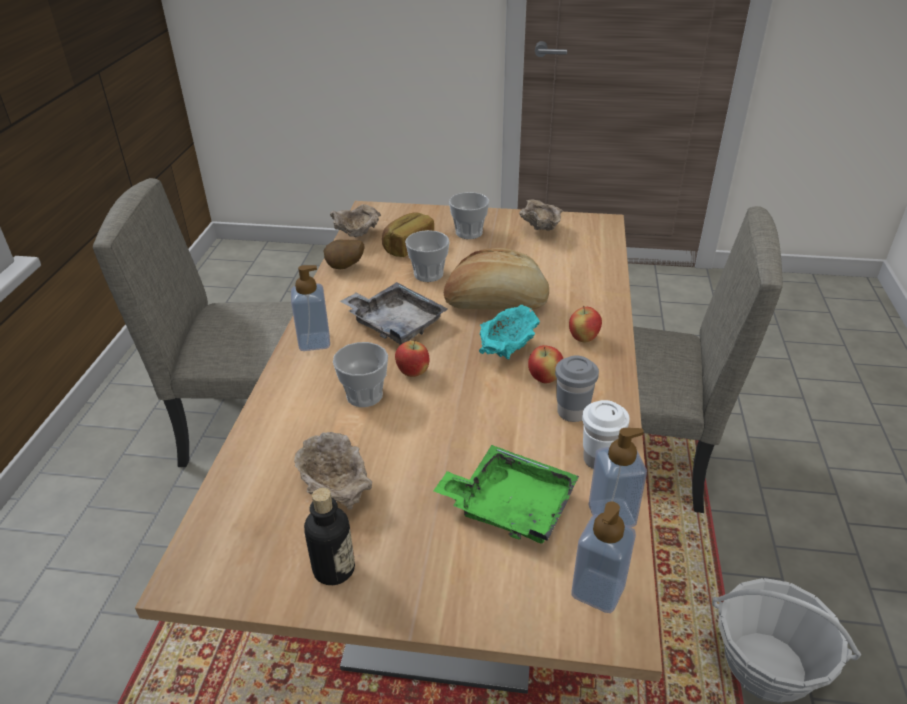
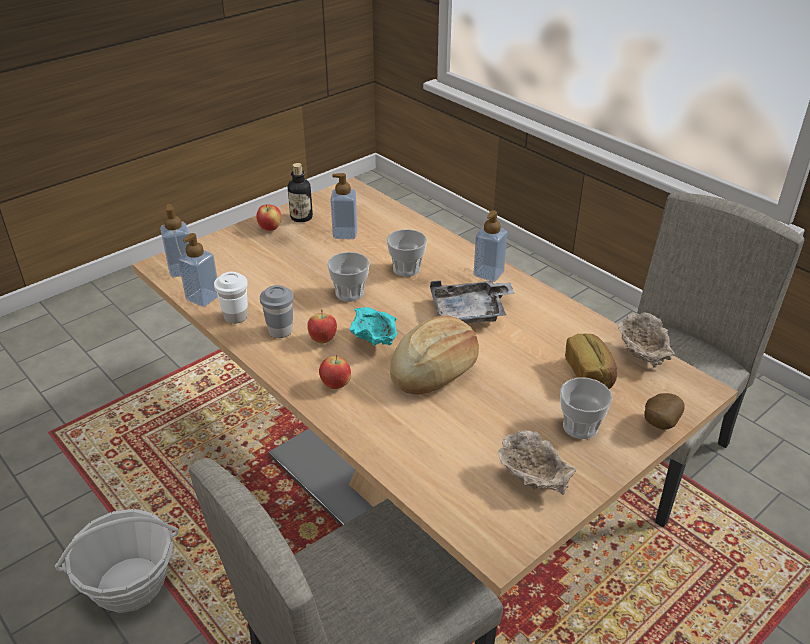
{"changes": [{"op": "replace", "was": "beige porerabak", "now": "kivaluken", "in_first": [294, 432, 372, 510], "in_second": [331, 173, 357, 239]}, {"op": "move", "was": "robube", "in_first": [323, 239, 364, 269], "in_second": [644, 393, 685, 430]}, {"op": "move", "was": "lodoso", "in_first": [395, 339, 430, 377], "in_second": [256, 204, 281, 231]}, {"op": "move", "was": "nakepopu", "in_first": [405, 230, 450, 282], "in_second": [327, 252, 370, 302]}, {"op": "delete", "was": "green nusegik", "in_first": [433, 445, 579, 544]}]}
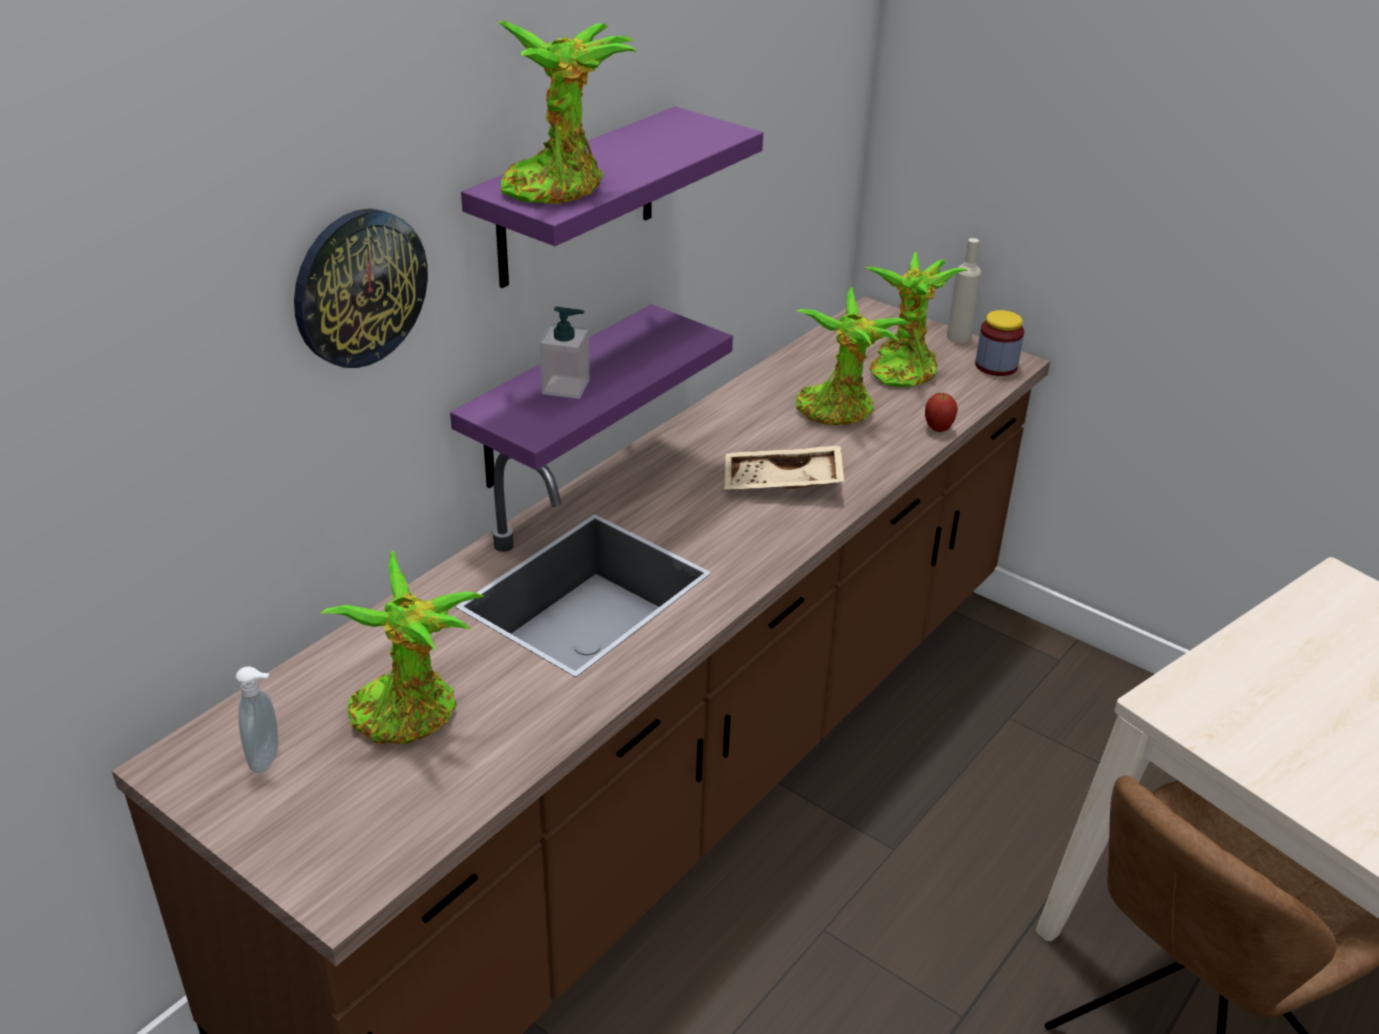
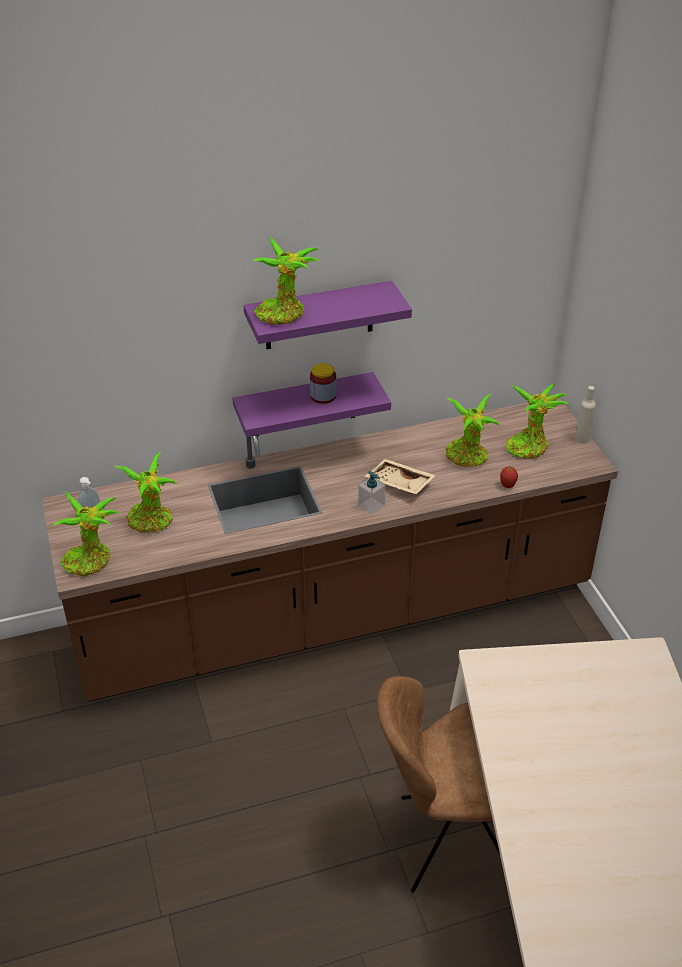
{"changes": [{"op": "delete", "was": "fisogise", "in_first": [294, 209, 428, 368]}, {"op": "move", "was": "kivaluken", "in_first": [539, 306, 590, 399], "in_second": [358, 471, 386, 515]}, {"op": "move", "was": "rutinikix", "in_first": [975, 310, 1024, 376], "in_second": [310, 363, 336, 404]}, {"op": "insert", "now": "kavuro", "in_second": [54, 491, 120, 576]}]}
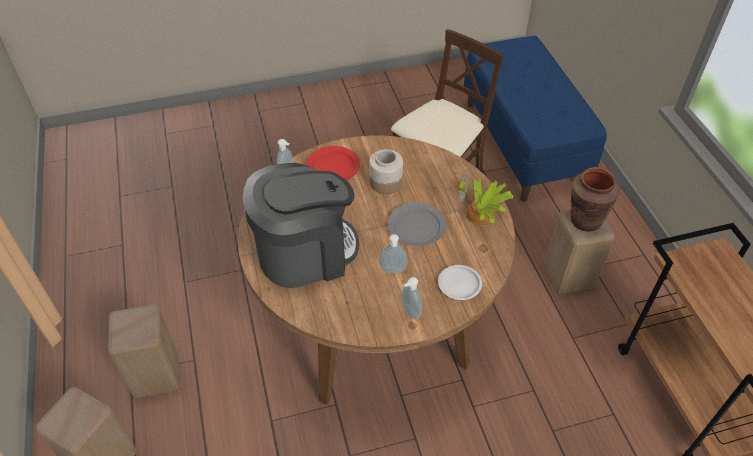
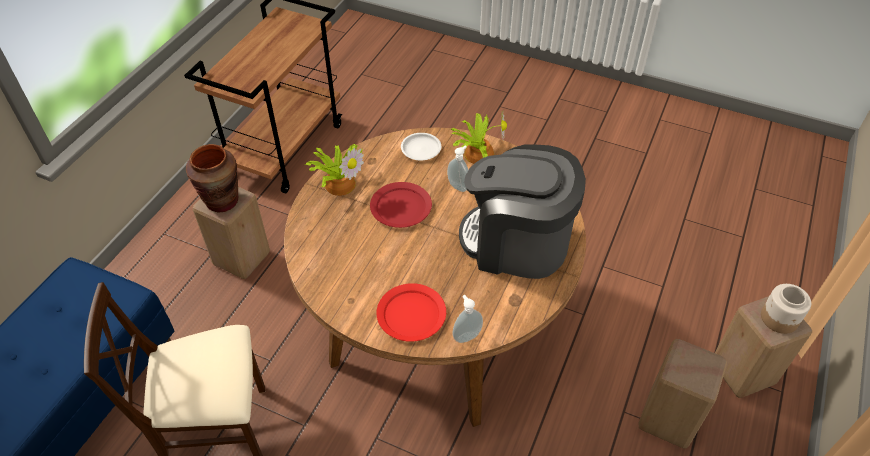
{"changes": [{"op": "move", "was": "rutinikix", "in_first": [369, 149, 403, 194], "in_second": [761, 284, 811, 334]}, {"op": "recolor", "was": "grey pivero", "now": "red pivero", "in_first": [388, 202, 446, 246], "in_second": [370, 182, 432, 228]}, {"op": "replace", "was": "kivaluken", "now": "kavuro", "in_first": [402, 277, 422, 319], "in_second": [451, 112, 507, 164]}]}
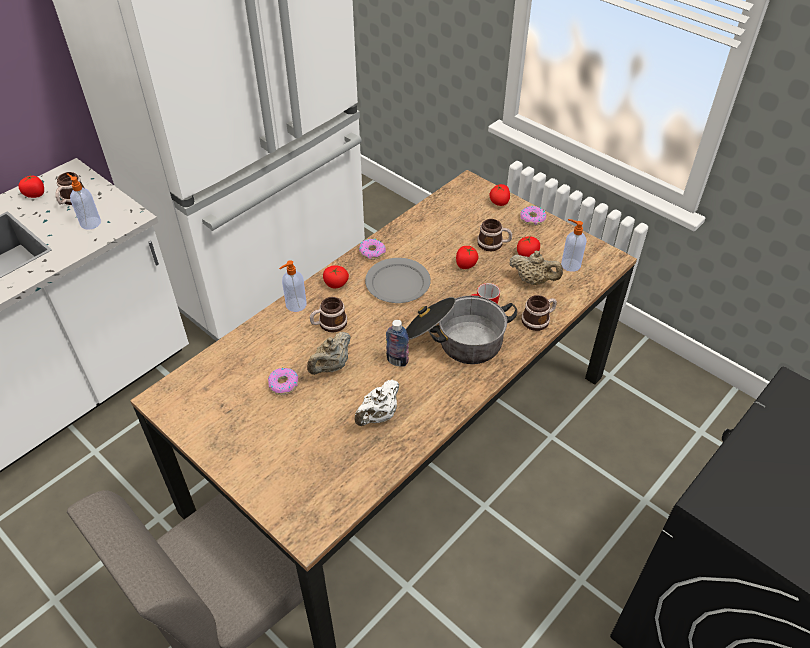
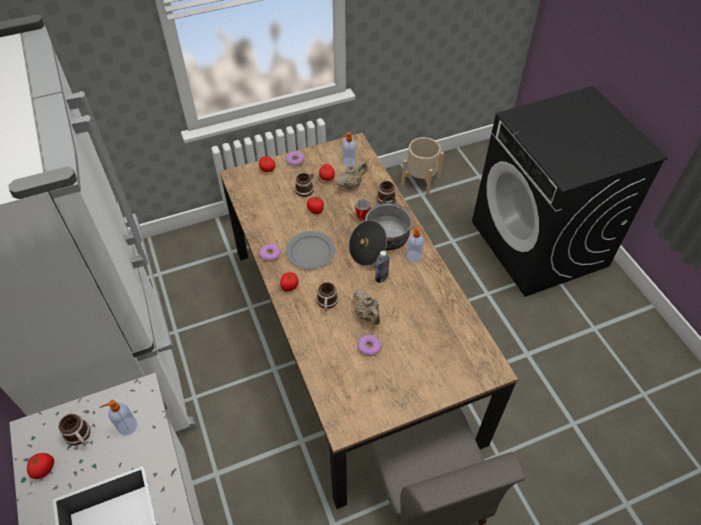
{"changes": [{"op": "move", "was": "kivaluken", "in_first": [279, 260, 307, 312], "in_second": [406, 227, 424, 262]}, {"op": "delete", "was": "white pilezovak", "in_first": [354, 380, 399, 426]}, {"op": "insert", "now": "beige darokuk", "in_second": [401, 137, 444, 195]}]}
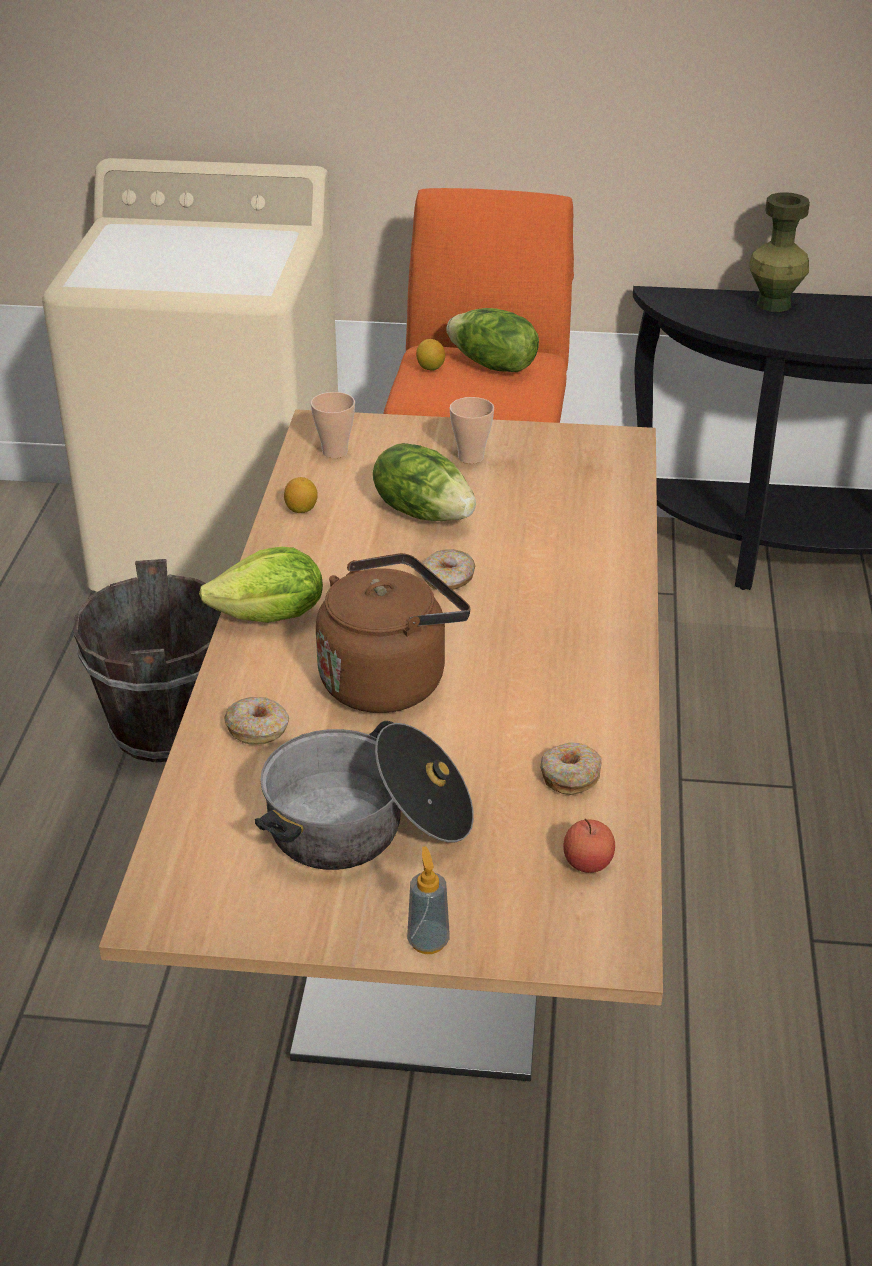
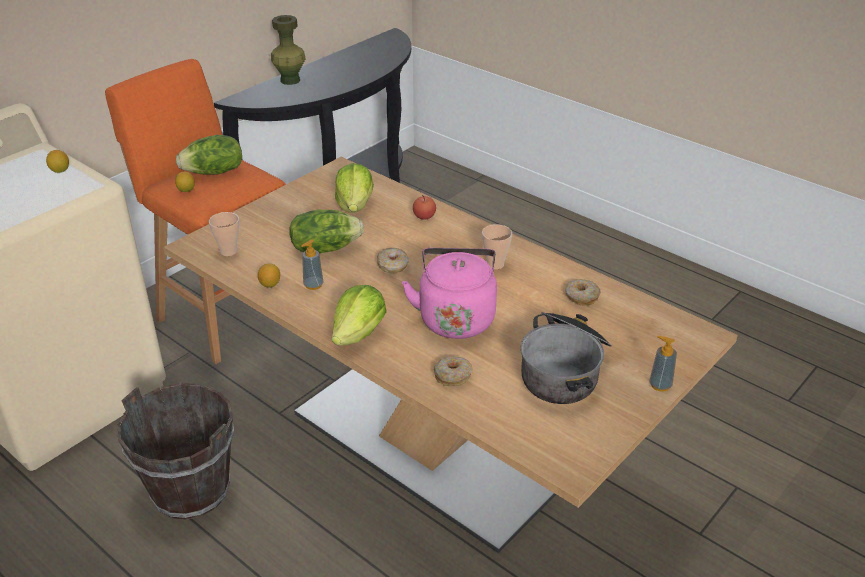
{"changes": [{"op": "recolor", "was": "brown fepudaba", "now": "pink fepudaba", "in_first": [316, 553, 470, 713], "in_second": [402, 248, 497, 339]}, {"op": "move", "was": "nakepopu", "in_first": [450, 397, 494, 464], "in_second": [482, 224, 512, 269]}, {"op": "move", "was": "lodoso", "in_first": [563, 819, 615, 873], "in_second": [413, 195, 436, 220]}, {"op": "insert", "now": "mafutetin", "in_second": [46, 150, 69, 173]}, {"op": "insert", "now": "kivaluken", "in_second": [301, 239, 323, 290]}, {"op": "insert", "now": "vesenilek", "in_second": [335, 163, 374, 213]}]}
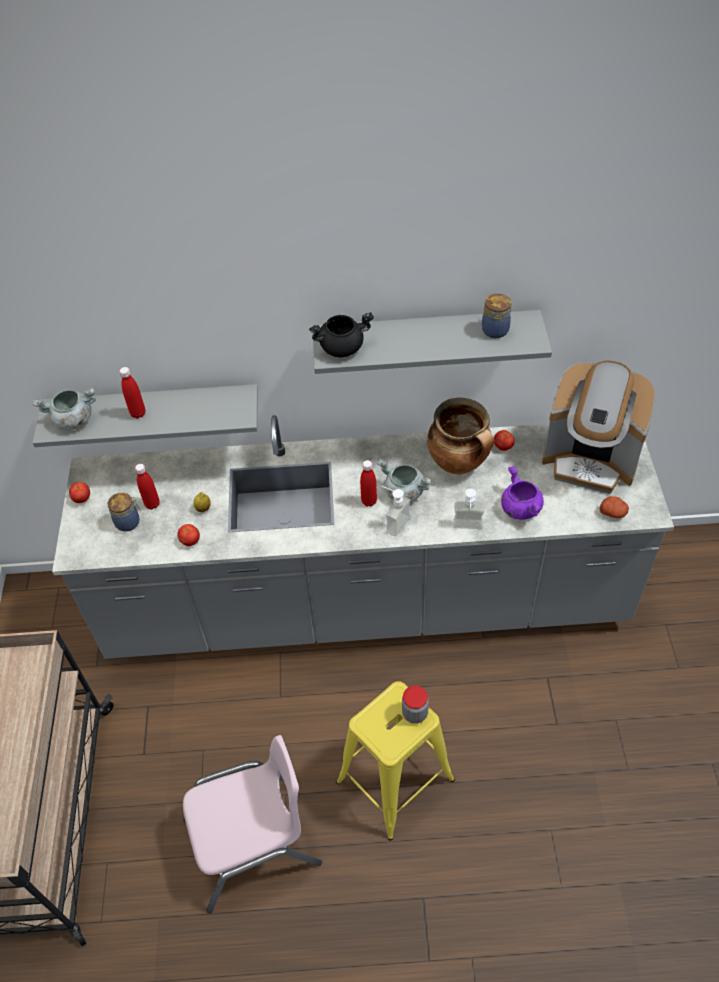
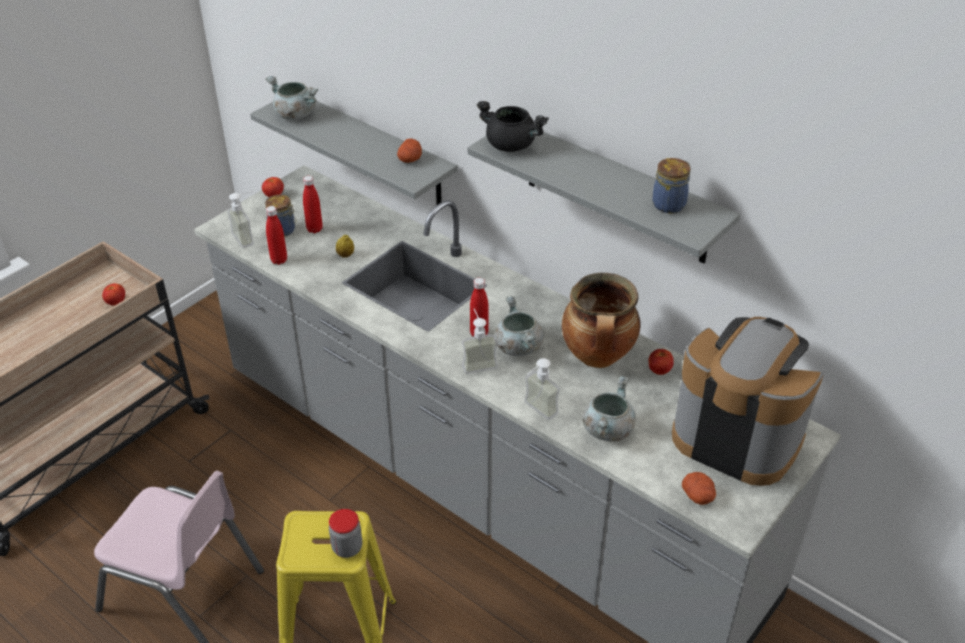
{"changes": [{"op": "move", "was": "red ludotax", "in_first": [119, 367, 146, 419], "in_second": [266, 206, 287, 265]}, {"op": "move", "was": "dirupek", "in_first": [177, 524, 200, 546], "in_second": [102, 283, 125, 306]}, {"op": "recolor", "was": "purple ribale", "now": "grey ribale", "in_first": [501, 466, 544, 520], "in_second": [583, 376, 636, 442]}, {"op": "rotate", "was": "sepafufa", "in_first": [542, 360, 656, 494], "in_second": [672, 317, 824, 486], "clockwise": 150}, {"op": "insert", "now": "kivaluken", "in_second": [227, 191, 254, 248]}, {"op": "insert", "now": "robube", "in_second": [397, 139, 422, 163]}]}
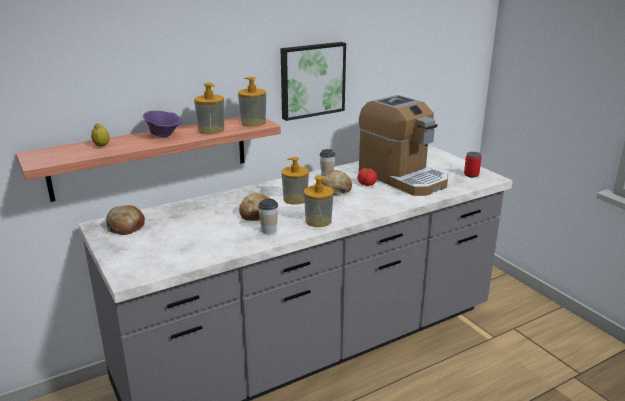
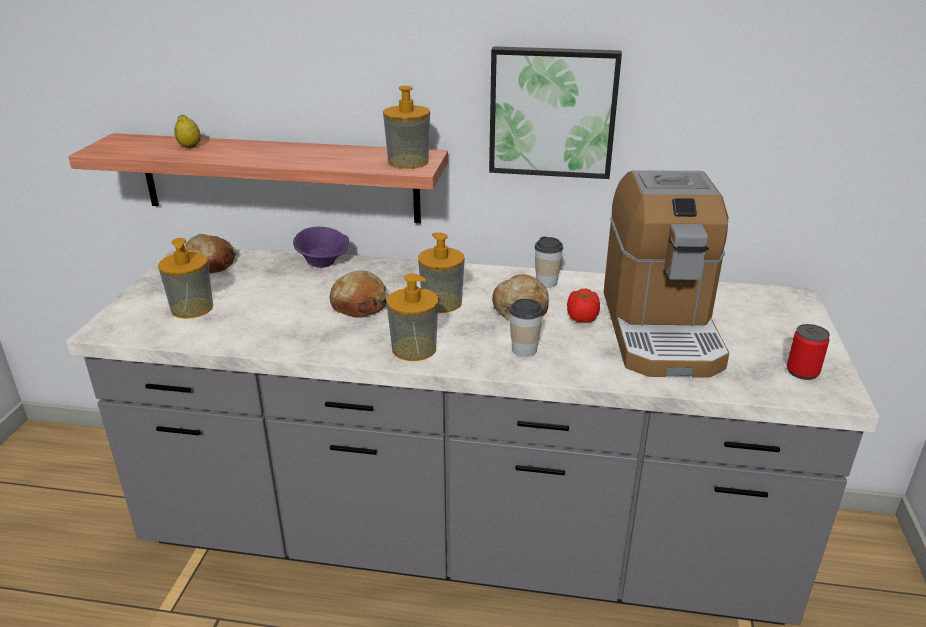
{"changes": [{"op": "move", "was": "purple porerabak", "in_first": [143, 111, 182, 137], "in_second": [293, 227, 349, 268]}, {"op": "move", "was": "kivaluken", "in_first": [194, 83, 224, 134], "in_second": [158, 238, 213, 319]}, {"op": "move", "was": "nakepopu", "in_first": [258, 199, 278, 234], "in_second": [510, 298, 543, 357]}]}
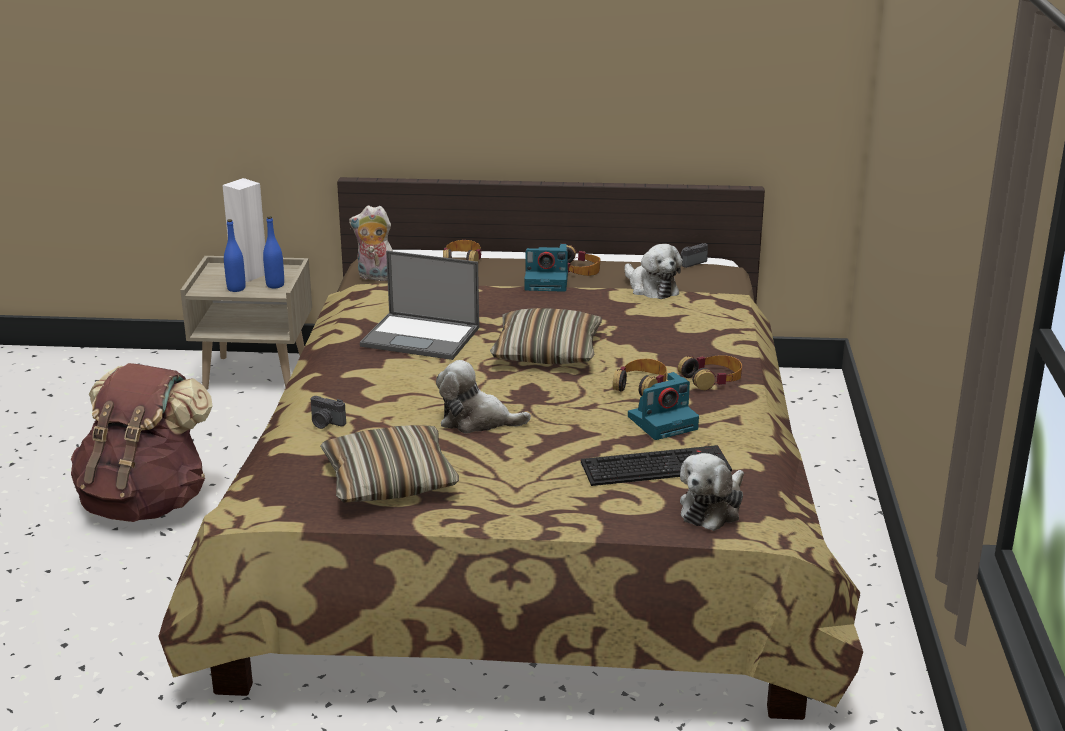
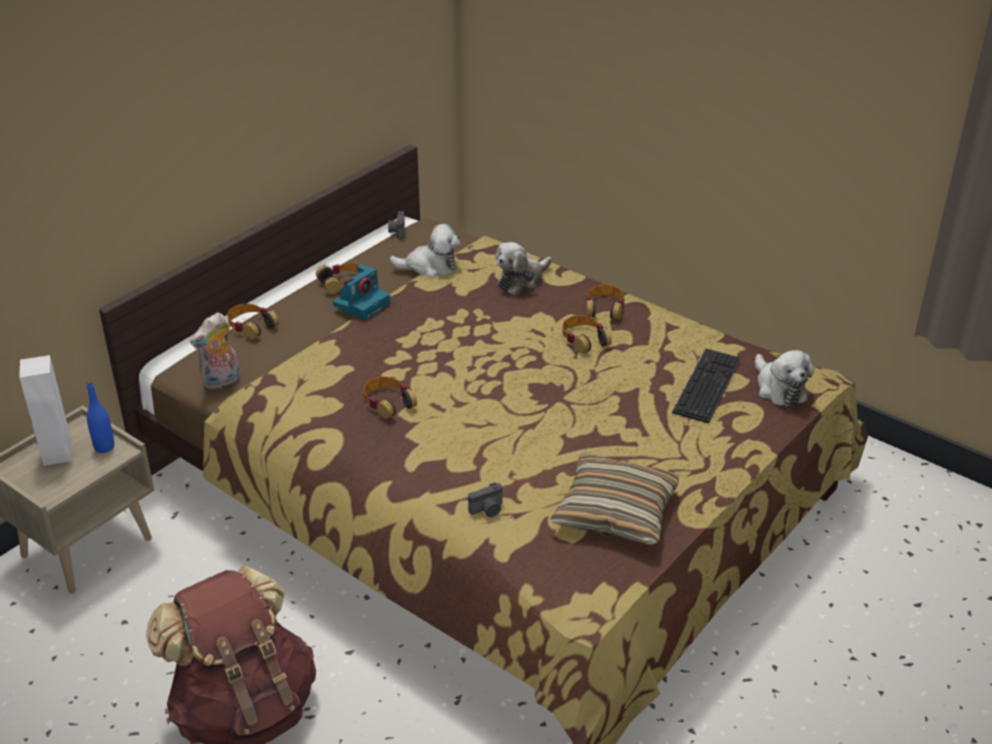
{"changes": [{"op": "delete", "was": "blue ludotax", "in_first": [224, 219, 245, 292]}, {"op": "replace", "was": "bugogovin", "now": "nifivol", "in_first": [360, 251, 479, 360], "in_second": [364, 377, 417, 419]}, {"op": "move", "was": "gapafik", "in_first": [436, 360, 531, 433], "in_second": [496, 242, 552, 295]}, {"op": "delete", "was": "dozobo", "in_first": [490, 308, 602, 364]}, {"op": "delete", "was": "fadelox", "in_first": [628, 372, 699, 440]}]}
